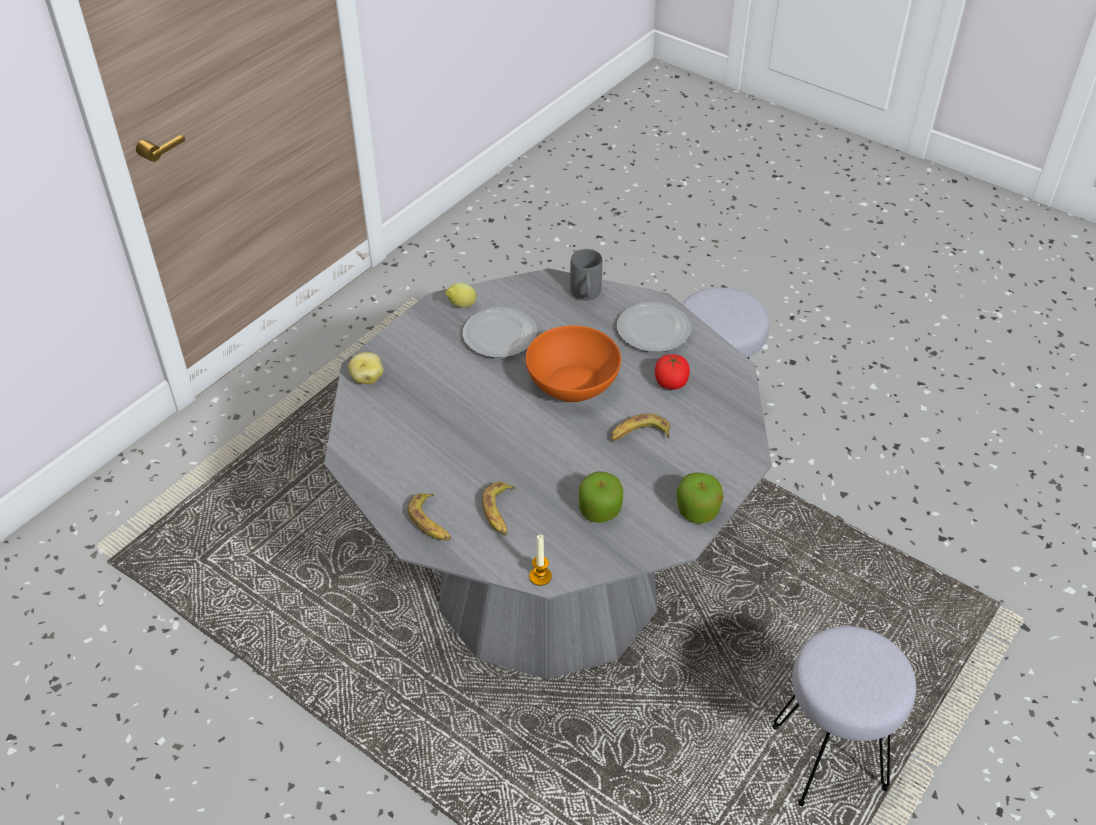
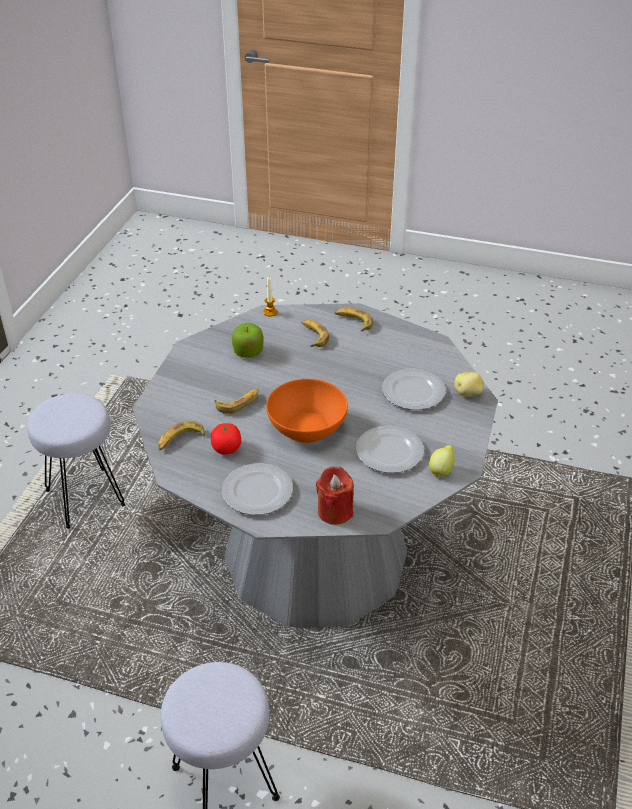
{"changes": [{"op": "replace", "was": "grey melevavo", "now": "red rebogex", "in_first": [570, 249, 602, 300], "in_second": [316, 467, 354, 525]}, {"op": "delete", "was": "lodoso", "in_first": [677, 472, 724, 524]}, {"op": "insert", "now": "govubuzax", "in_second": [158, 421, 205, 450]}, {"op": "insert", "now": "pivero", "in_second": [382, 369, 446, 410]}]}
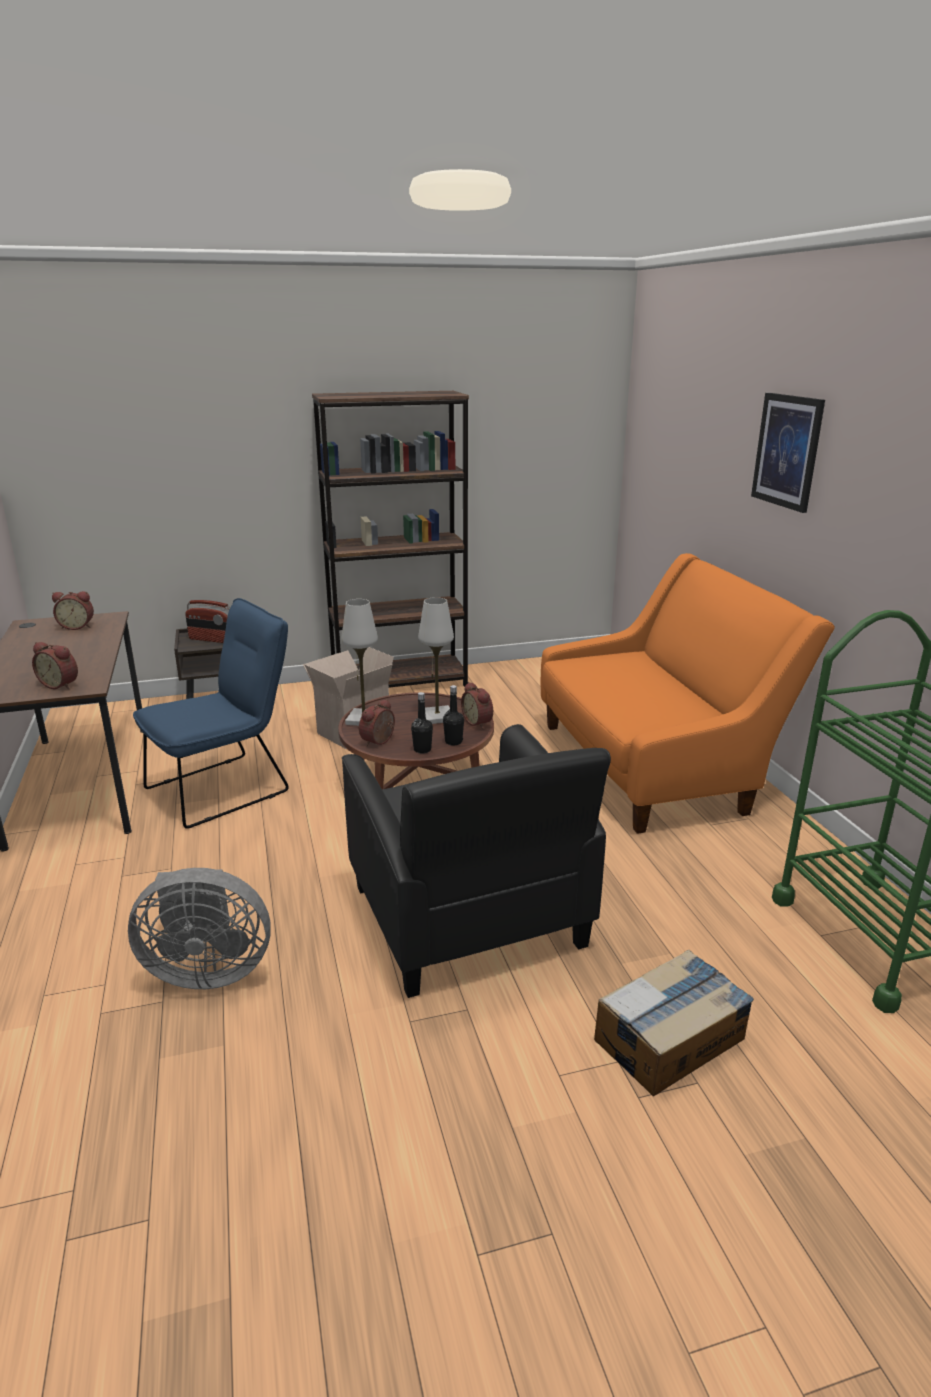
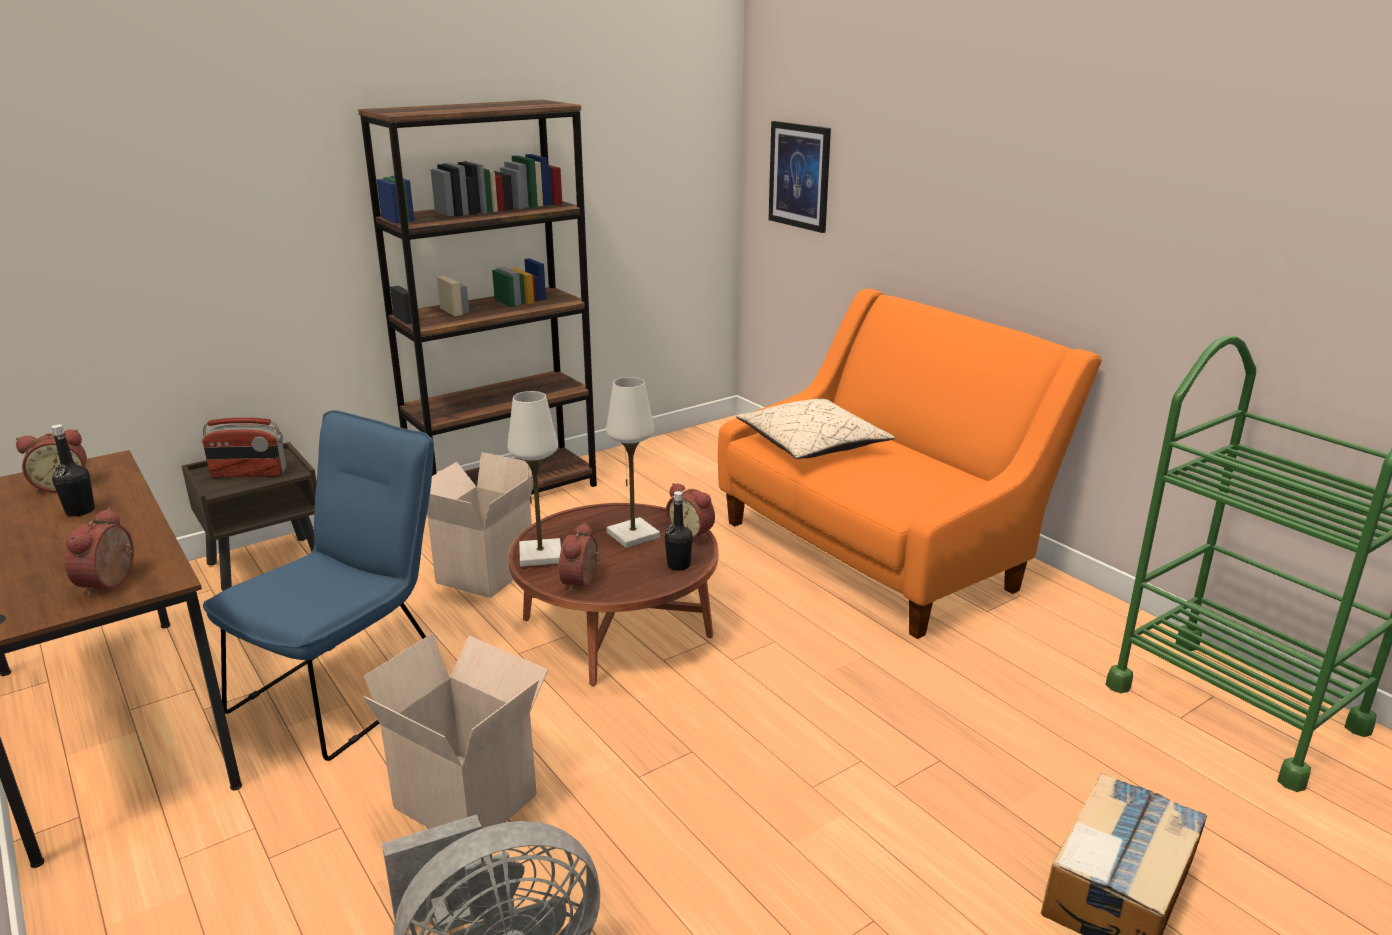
{"changes": [{"op": "rotate", "was": "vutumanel", "in_first": [32, 642, 78, 689], "in_second": [64, 508, 134, 597], "clockwise": 90}, {"op": "delete", "was": "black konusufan", "in_first": [342, 724, 611, 998]}, {"op": "move", "was": "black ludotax", "in_first": [411, 692, 433, 753], "in_second": [51, 424, 95, 516]}, {"op": "move", "was": "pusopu", "in_first": [751, 393, 825, 513], "in_second": [768, 121, 831, 233]}, {"op": "insert", "now": "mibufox", "in_second": [362, 633, 548, 829]}, {"op": "insert", "now": "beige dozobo", "in_second": [736, 399, 895, 459]}]}
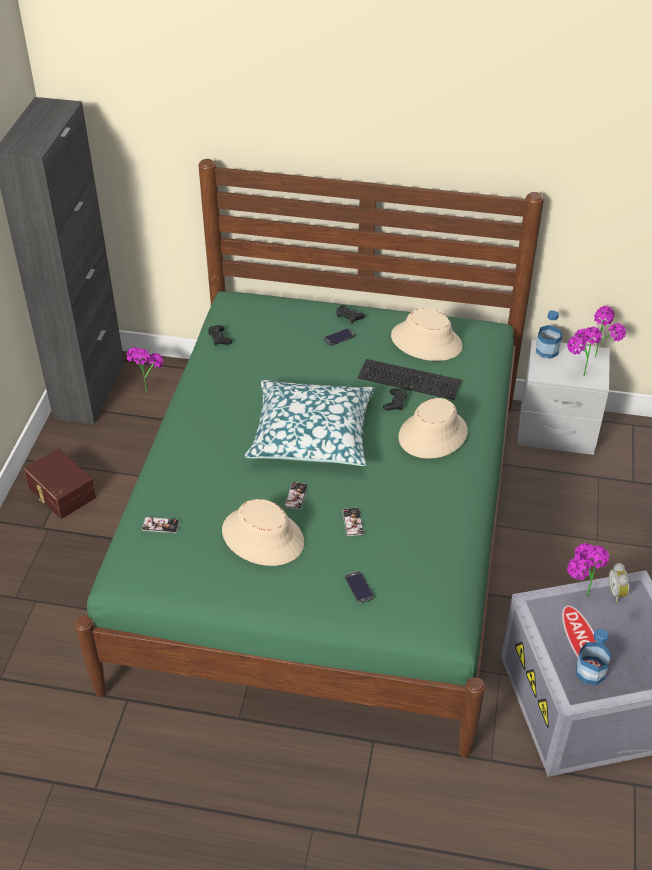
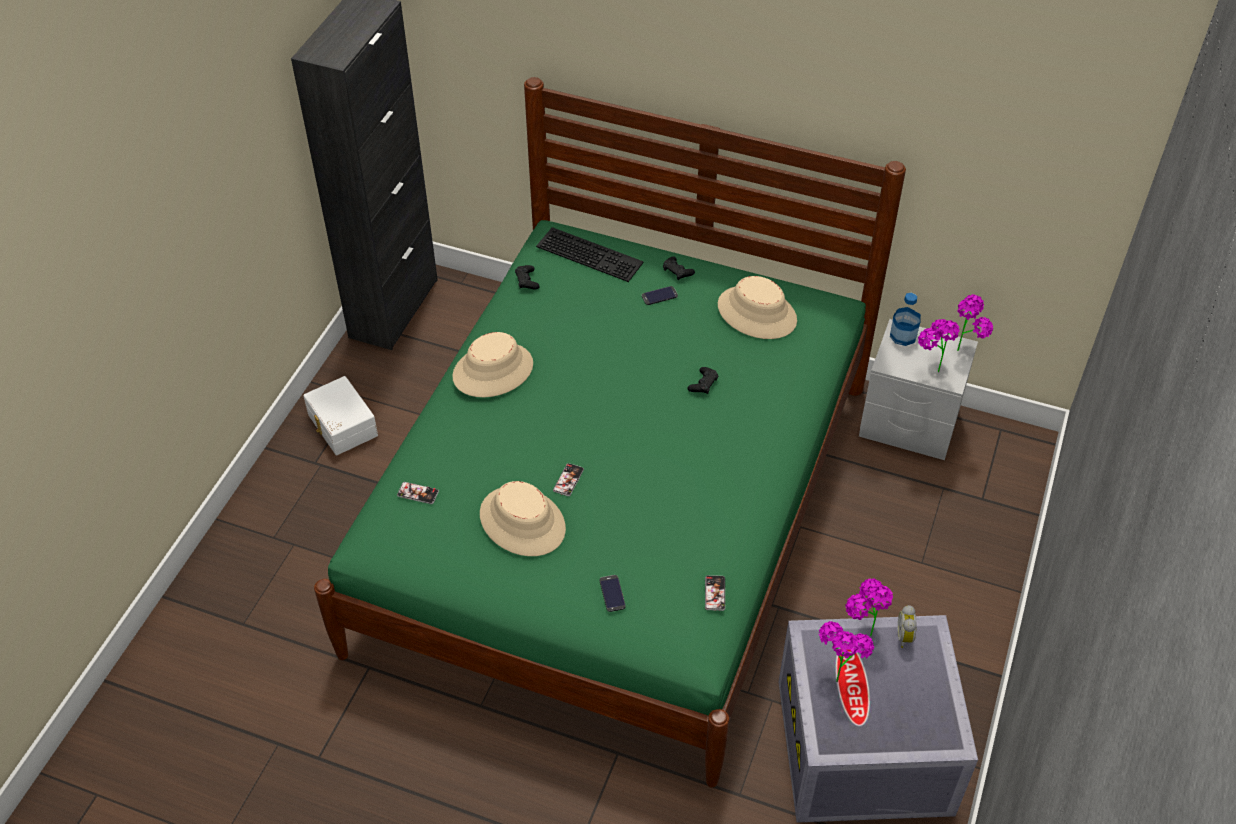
{"changes": [{"op": "recolor", "was": "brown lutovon", "now": "white lutovon", "in_first": [24, 448, 96, 519], "in_second": [303, 376, 378, 455]}, {"op": "move", "was": "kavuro", "in_first": [126, 347, 164, 392], "in_second": [819, 621, 874, 682]}, {"op": "delete", "was": "dozobo", "in_first": [245, 380, 375, 466]}, {"op": "move", "was": "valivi", "in_first": [342, 508, 364, 536], "in_second": [705, 575, 725, 611]}, {"op": "move", "was": "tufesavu", "in_first": [357, 359, 462, 400], "in_second": [536, 227, 644, 282]}, {"op": "move", "was": "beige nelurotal", "in_first": [398, 398, 468, 459], "in_second": [452, 332, 533, 397]}, {"op": "delete", "was": "ludotax", "in_first": [576, 629, 611, 685]}]}
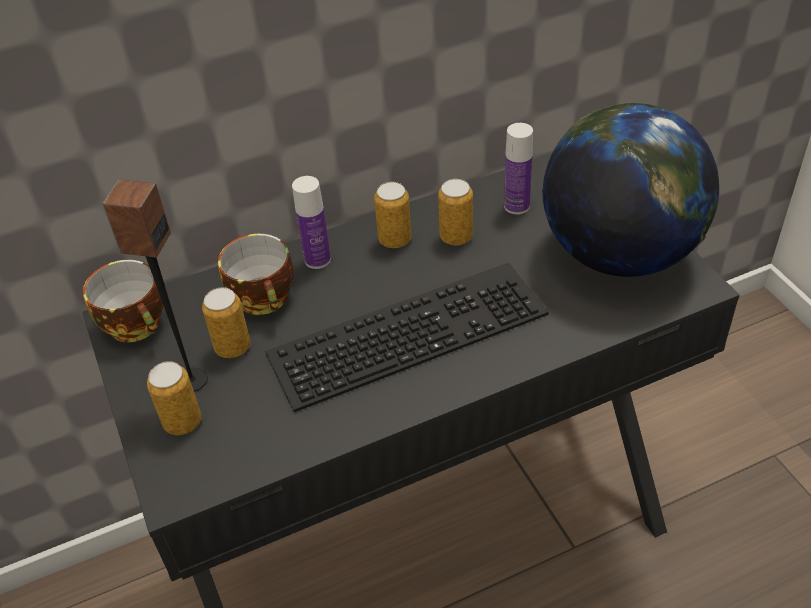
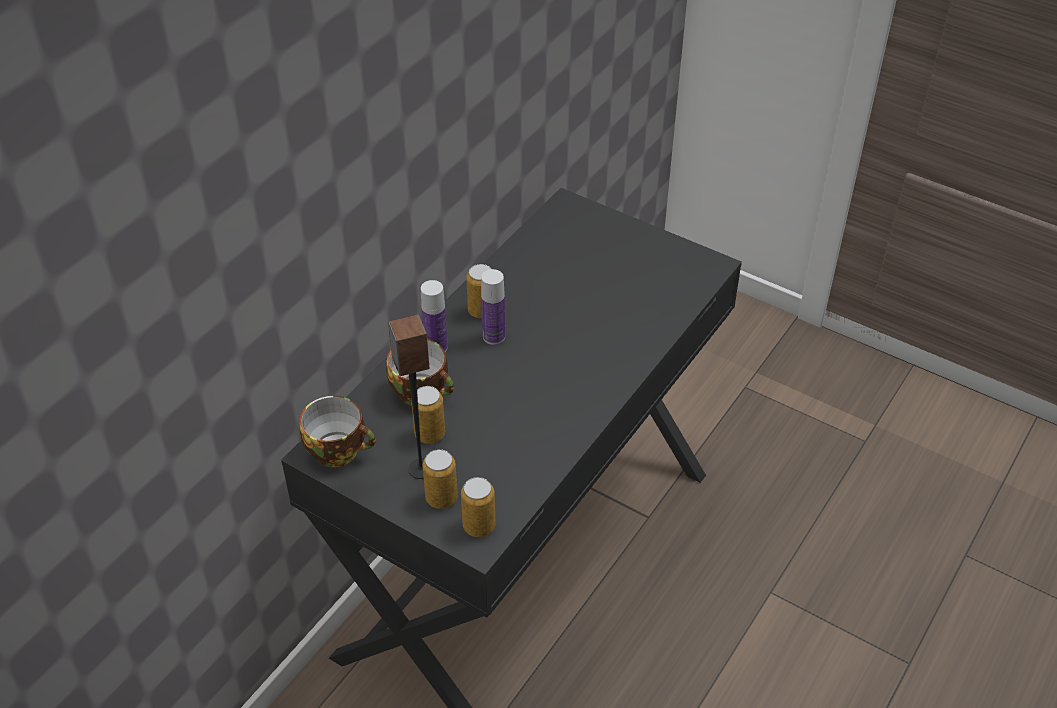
{"changes": [{"op": "delete", "was": "tufesavu", "in_first": [265, 262, 549, 412]}, {"op": "move", "was": "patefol", "in_first": [438, 179, 473, 245], "in_second": [461, 477, 495, 537]}, {"op": "move", "was": "ludotax", "in_first": [504, 123, 533, 215], "in_second": [481, 269, 505, 345]}, {"op": "delete", "was": "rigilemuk", "in_first": [542, 103, 719, 277]}]}
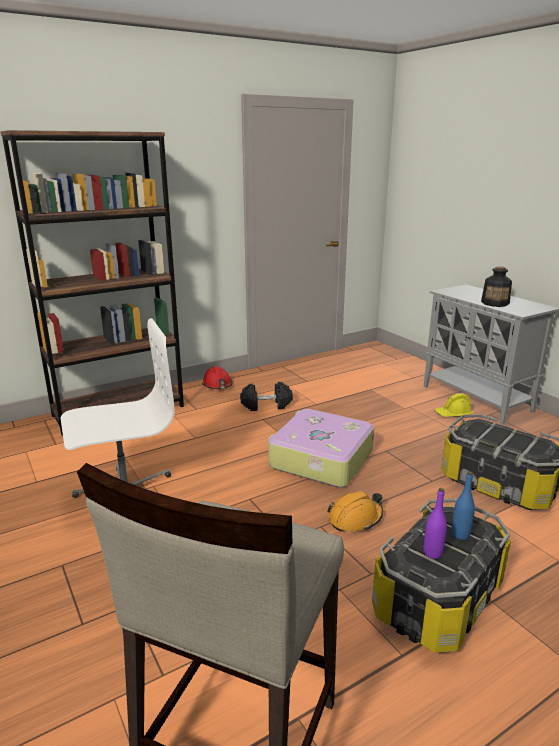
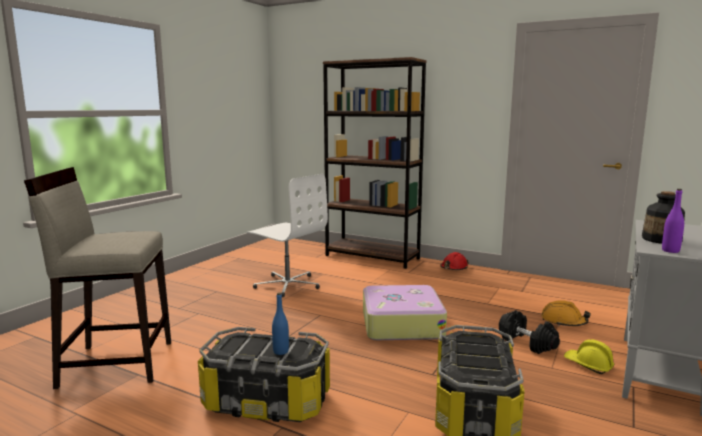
{"changes": [{"op": "move", "was": "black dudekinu", "in_first": [240, 382, 293, 411], "in_second": [499, 310, 560, 354]}, {"op": "move", "was": "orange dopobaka", "in_first": [327, 491, 383, 531], "in_second": [541, 300, 591, 326]}, {"op": "move", "was": "purple ludotax", "in_first": [423, 488, 447, 559], "in_second": [662, 189, 684, 253]}]}
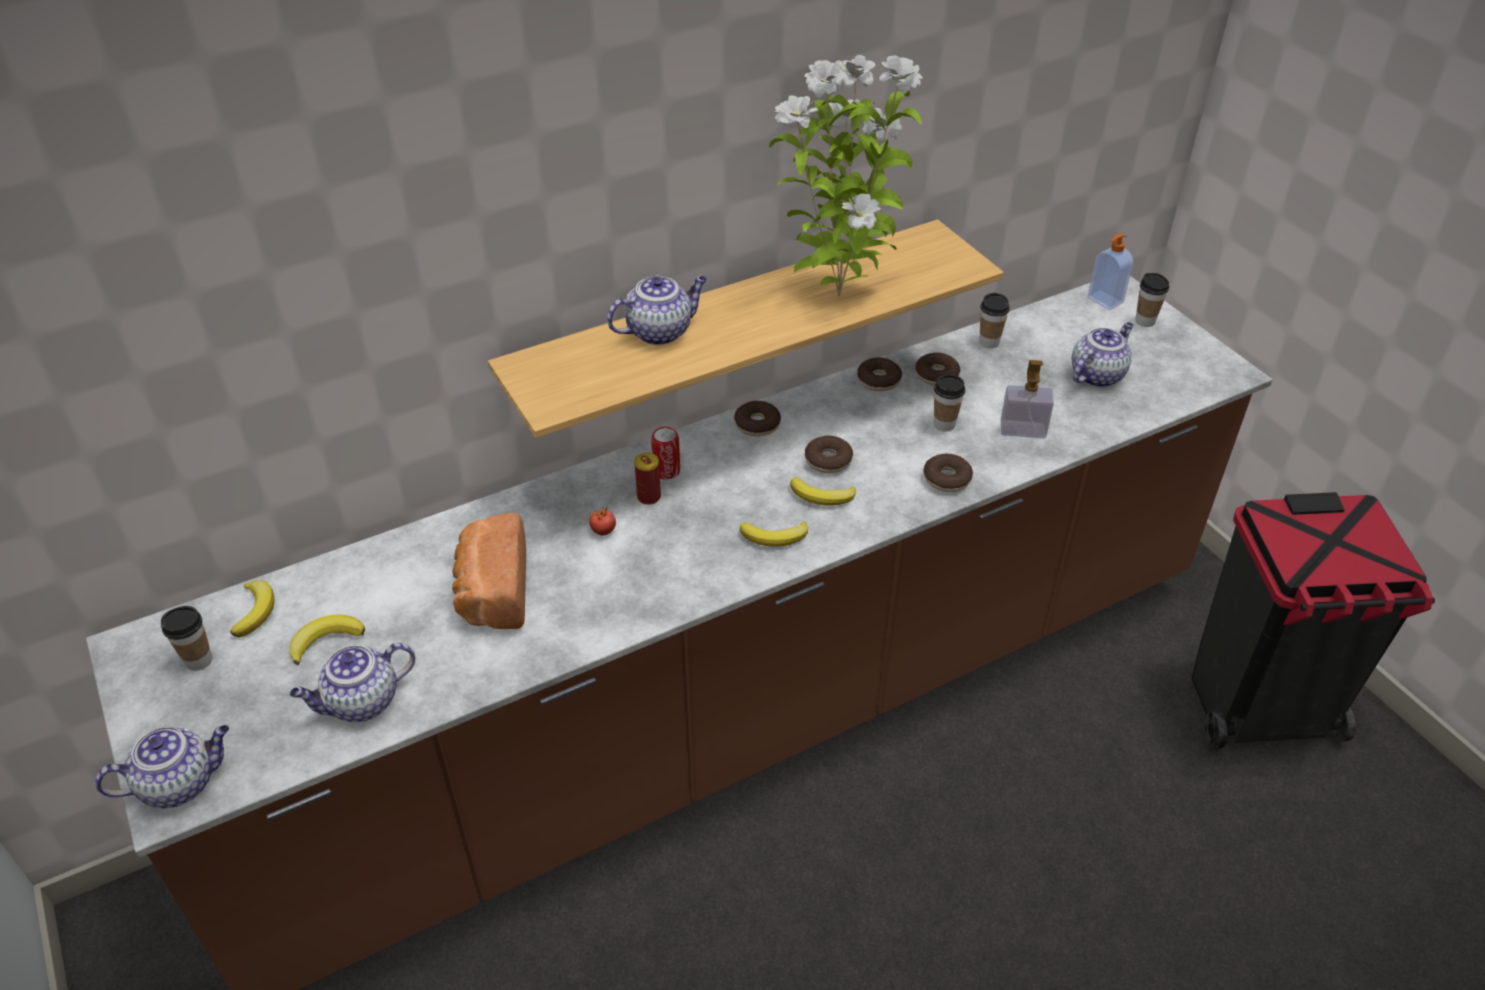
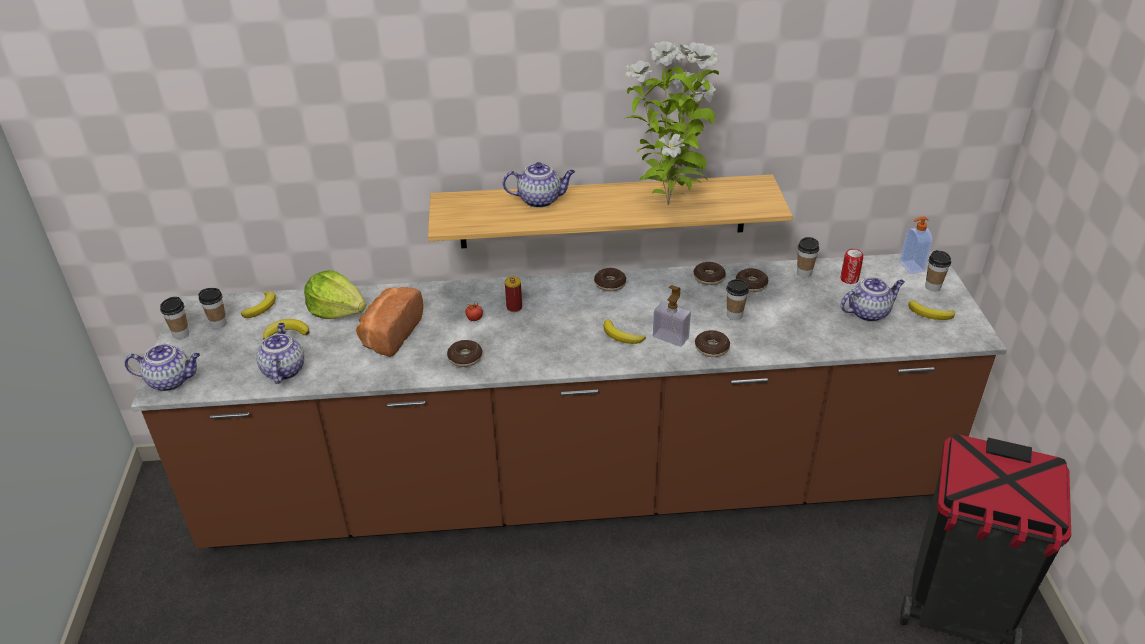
{"changes": [{"op": "rotate", "was": "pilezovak", "in_first": [290, 643, 415, 722], "in_second": [256, 323, 304, 384], "clockwise": 90}, {"op": "move", "was": "patefol", "in_first": [651, 427, 680, 479], "in_second": [841, 249, 863, 284]}, {"op": "move", "was": "govubuzax", "in_first": [740, 521, 808, 547], "in_second": [908, 300, 955, 320]}, {"op": "move", "was": "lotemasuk", "in_first": [805, 436, 853, 473], "in_second": [447, 340, 482, 367]}, {"op": "move", "was": "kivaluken", "in_first": [1001, 360, 1054, 438], "in_second": [653, 285, 691, 347]}, {"op": "insert", "now": "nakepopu", "in_second": [160, 297, 189, 339]}, {"op": "insert", "now": "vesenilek", "in_second": [304, 270, 366, 319]}]}
